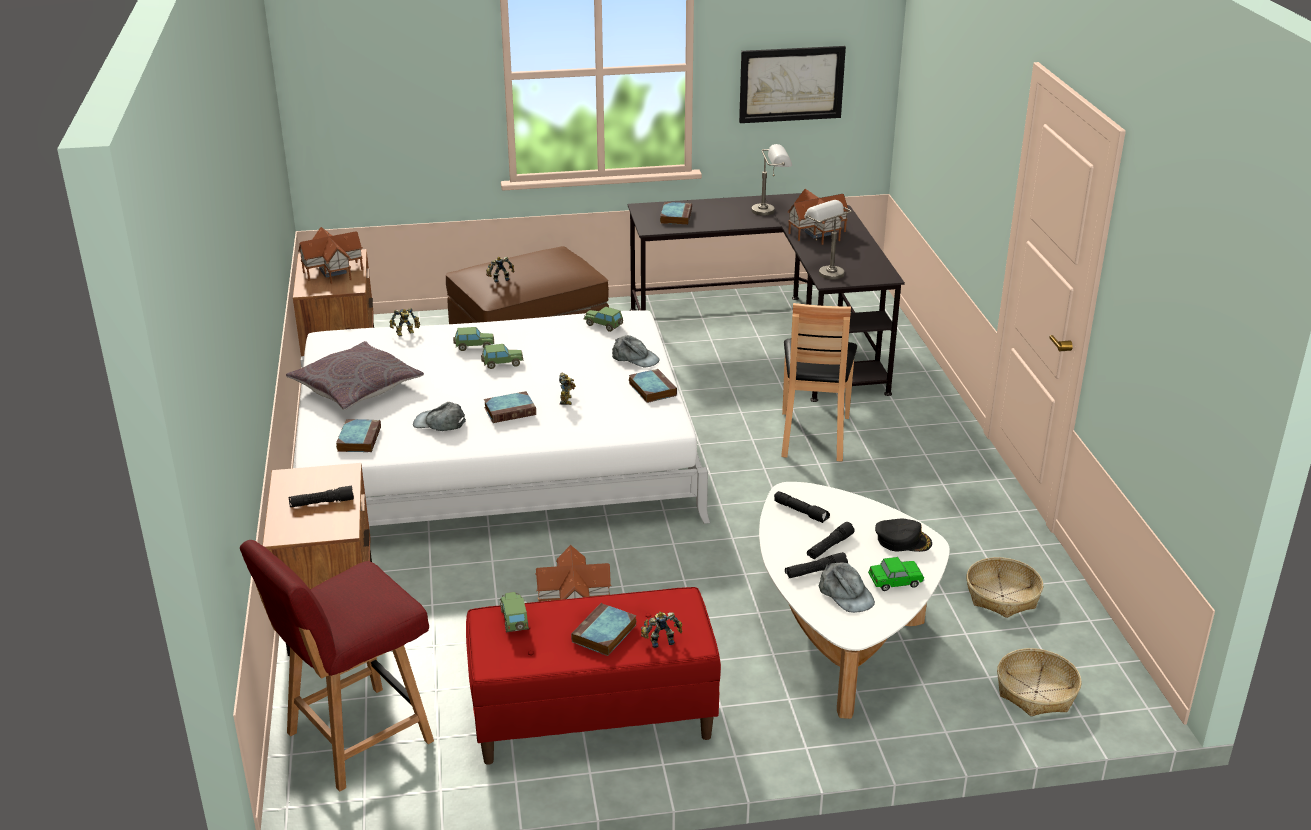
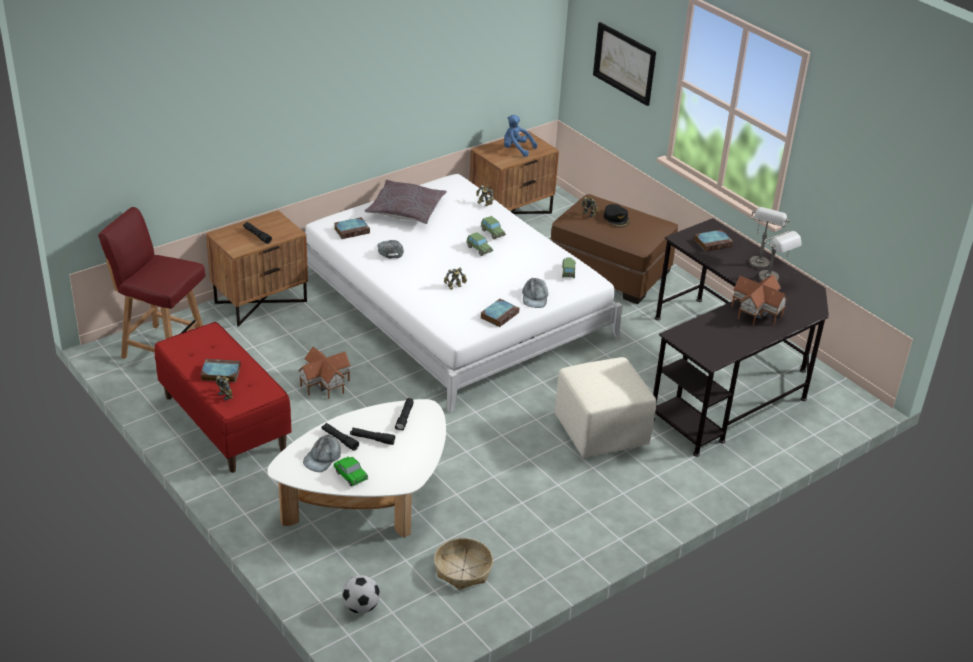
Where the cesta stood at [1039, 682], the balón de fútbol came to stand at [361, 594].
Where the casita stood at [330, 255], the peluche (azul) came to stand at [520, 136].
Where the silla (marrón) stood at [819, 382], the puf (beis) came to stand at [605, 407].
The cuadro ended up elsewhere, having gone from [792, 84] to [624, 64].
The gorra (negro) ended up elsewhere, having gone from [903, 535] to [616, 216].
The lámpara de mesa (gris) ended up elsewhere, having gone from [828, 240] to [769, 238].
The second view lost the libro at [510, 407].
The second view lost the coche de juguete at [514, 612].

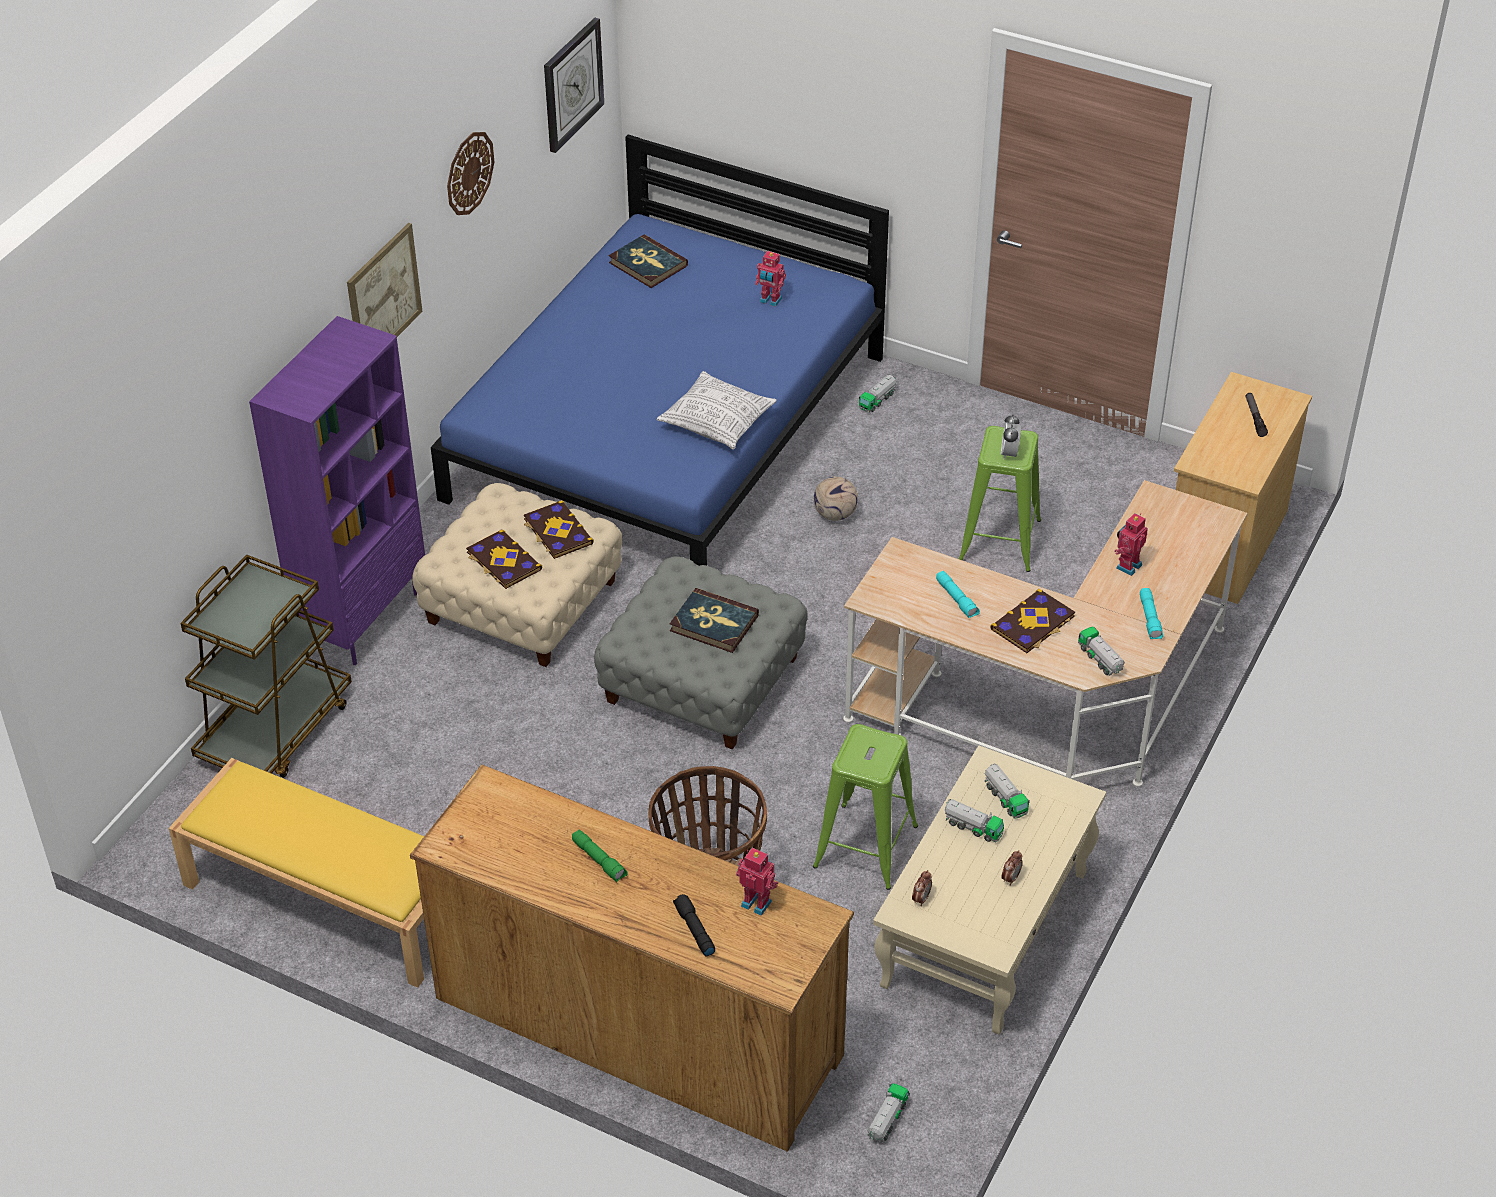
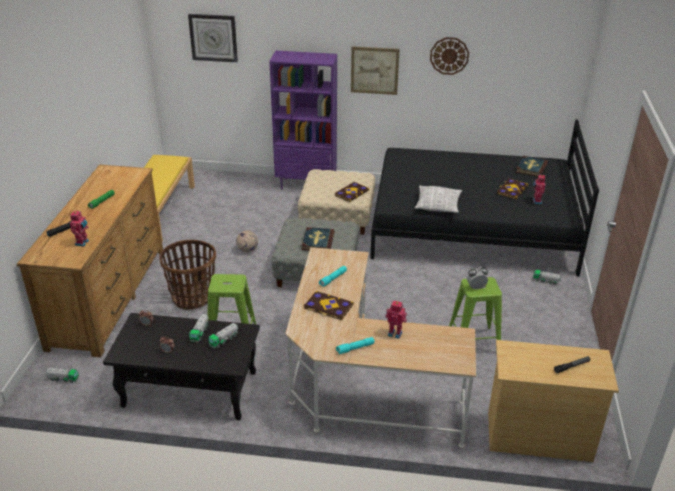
What was the mesa de centro (beis) at [989, 890] turned into the mesa de centro (negro) at [181, 366].
The reloj de pared ended up elsewhere, having gone from [574, 85] to [213, 38].
The balón de fútbol ended up elsewhere, having gone from [836, 498] to [247, 241].
What was the cama (azul) at [660, 350] turned into the cama (negro) at [484, 197].
The libro ended up elsewhere, having gone from [504, 559] to [512, 189].
The second view lost the carrito (marrón) at [266, 666].
The second view lost the camión de juguete at [1101, 651].

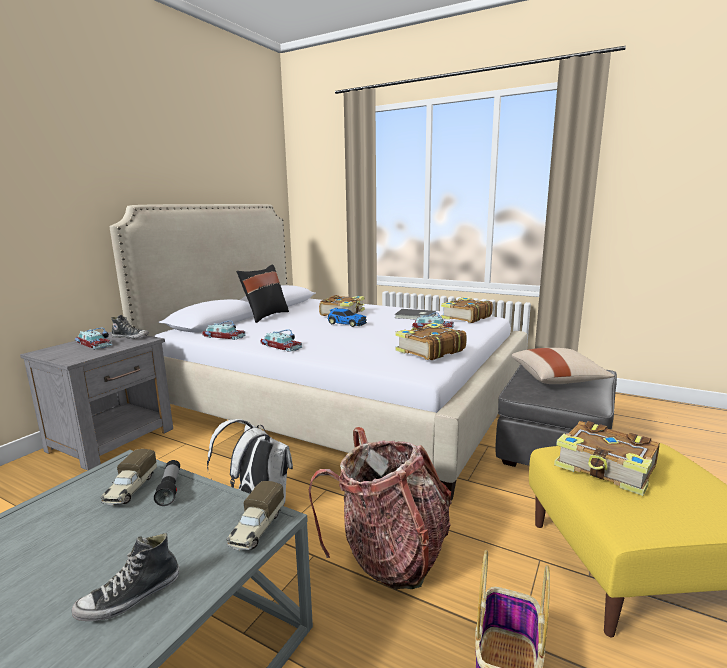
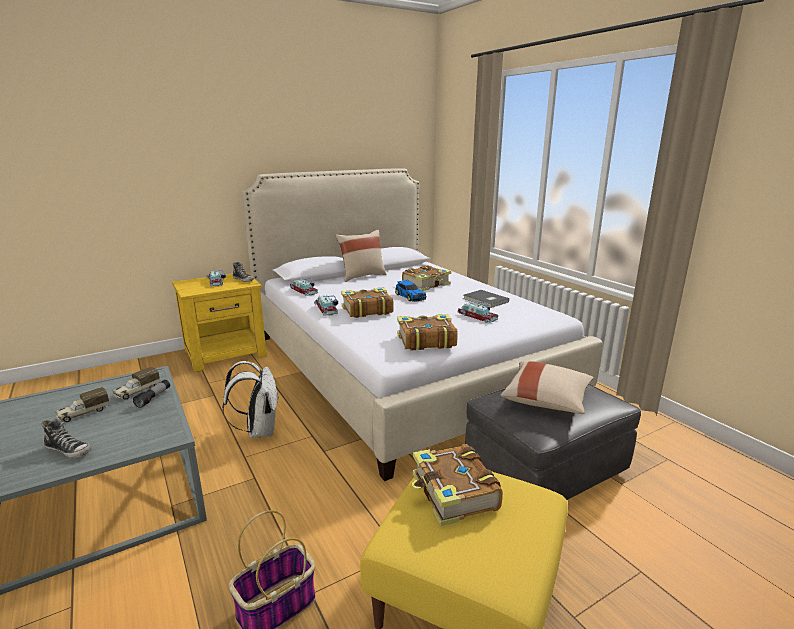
The zapato at [125, 577] ended up facing another way, 150 degrees counterclockwise from before.
The camión de juguete ended up elsewhere, having gone from [255, 515] to [82, 404].
What was the mesita de noche (gris) at [96, 401] turned into the mesita de noche (amarillo) at [219, 322].
What was the cojín (negro) at [262, 293] turned into the cojín (beis) at [360, 255].
The libro ended up elsewhere, having gone from [467, 310] to [367, 302].
The second view lost the mochila at [380, 508].

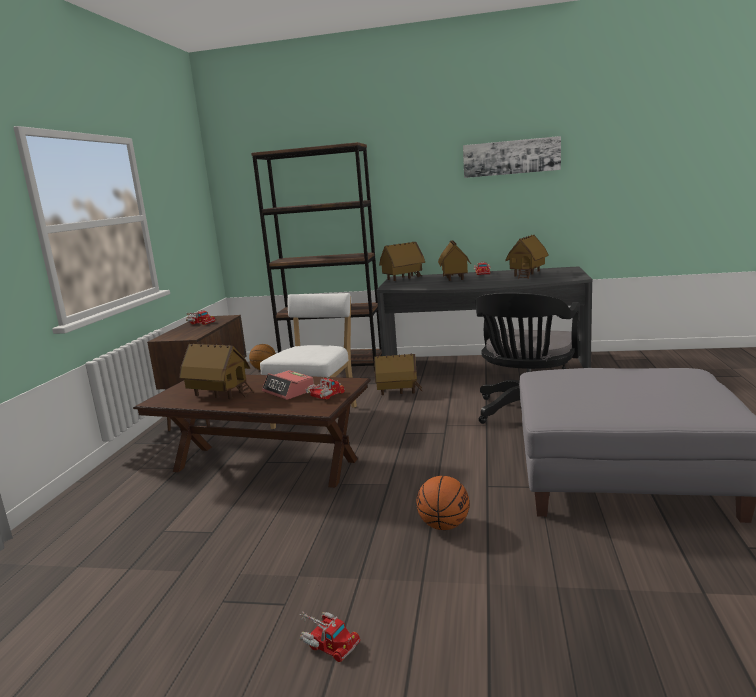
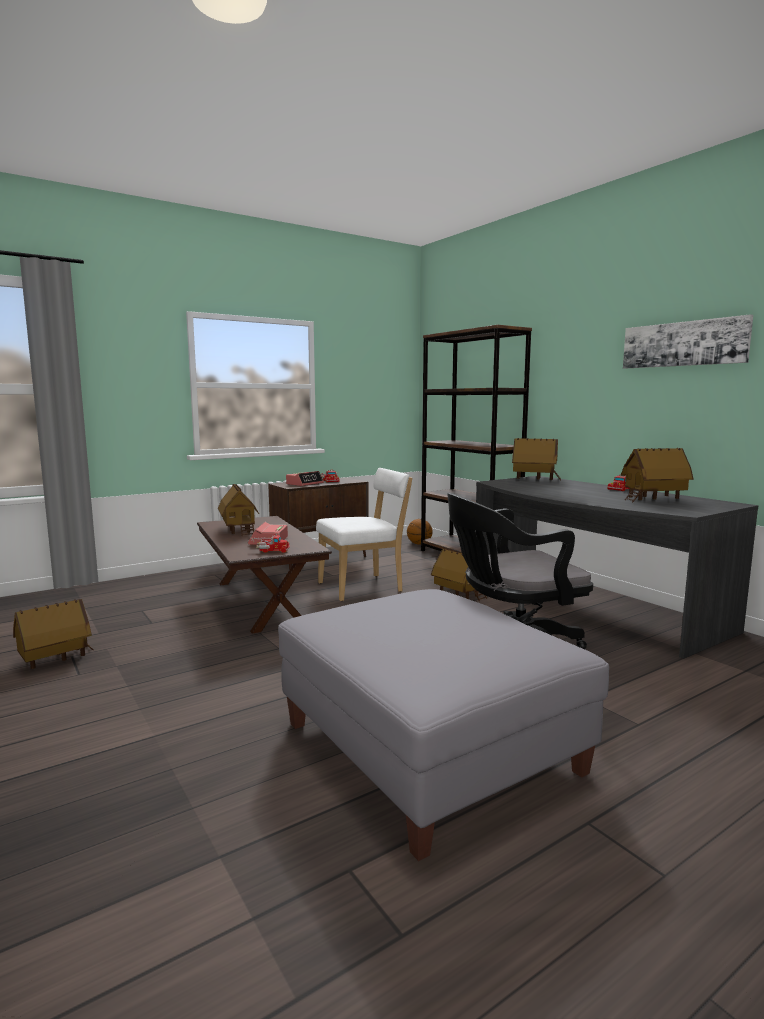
The casita ended up elsewhere, having gone from [454, 260] to [53, 634].
The second view gained the despertador at [305, 478].
The second view lost the camión de juguete at [330, 637].
The second view lost the balón de baloncesto at [443, 503].

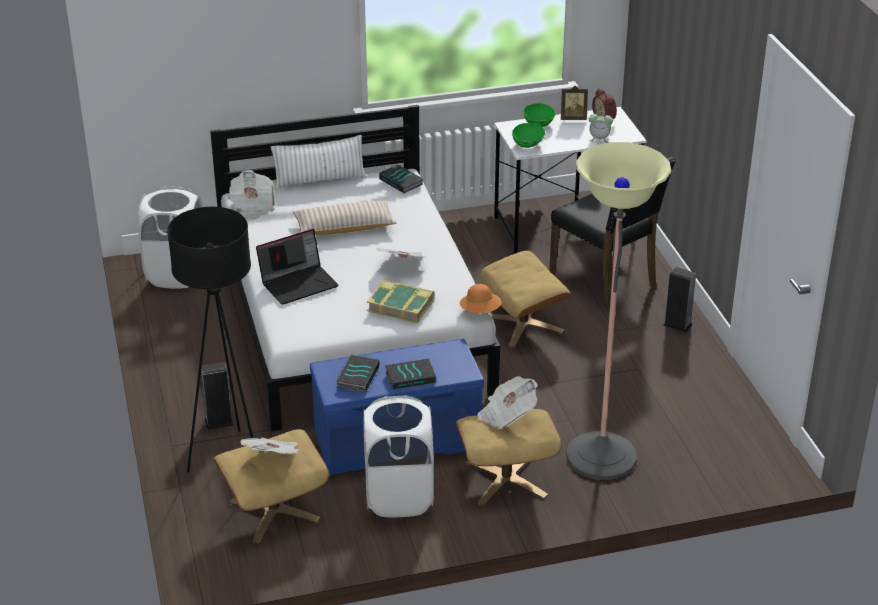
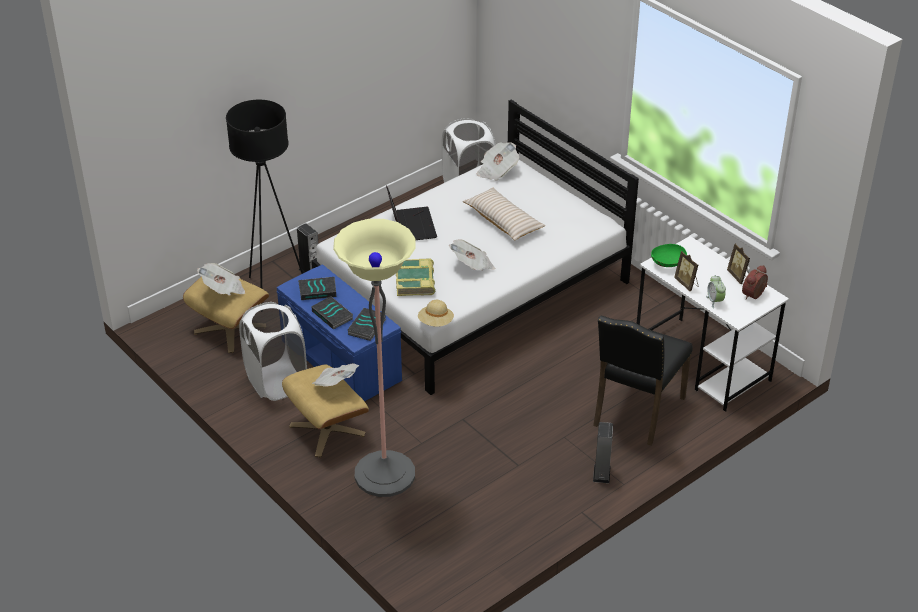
The libro ended up elsewhere, having gone from [401, 179] to [367, 324].
The portátil at [297, 267] ended up facing another way, 135 degrees counterclockwise from before.
What was the sombrero (naranja) at [481, 299] turned into the sombrero (beis) at [436, 313].
The second view gained the portarretratos at [686, 271].
The second view lost the cojín (blanco) at [318, 162].
The second view lost the puf (beis) at [525, 299].
The second view lost the cuenco (verde) at [540, 115].

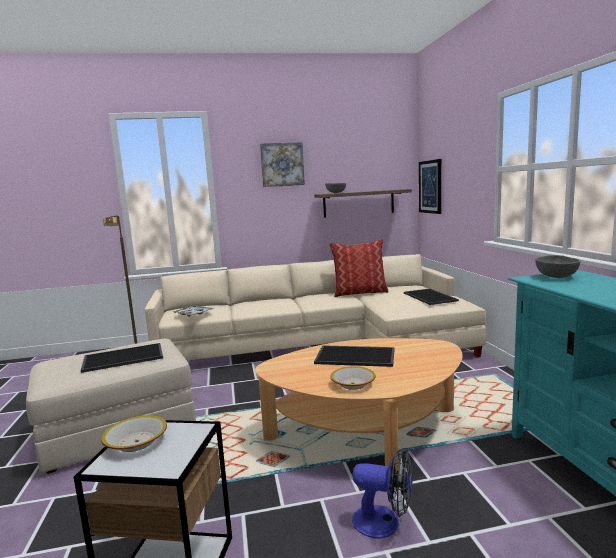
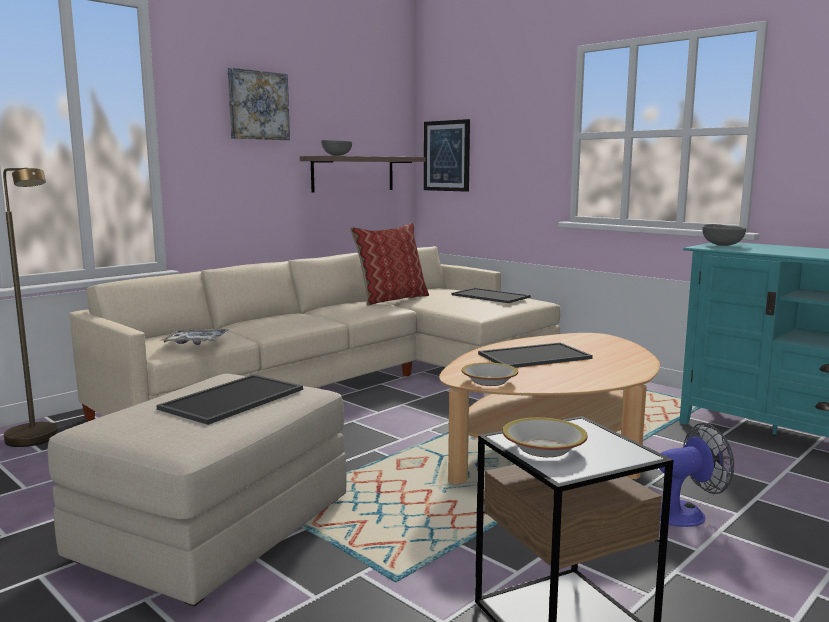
The cuenco ended up elsewhere, having gone from [353, 378] to [490, 374].

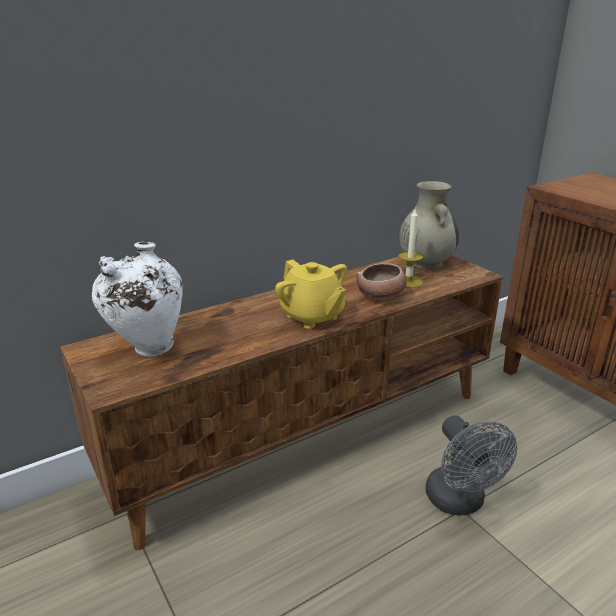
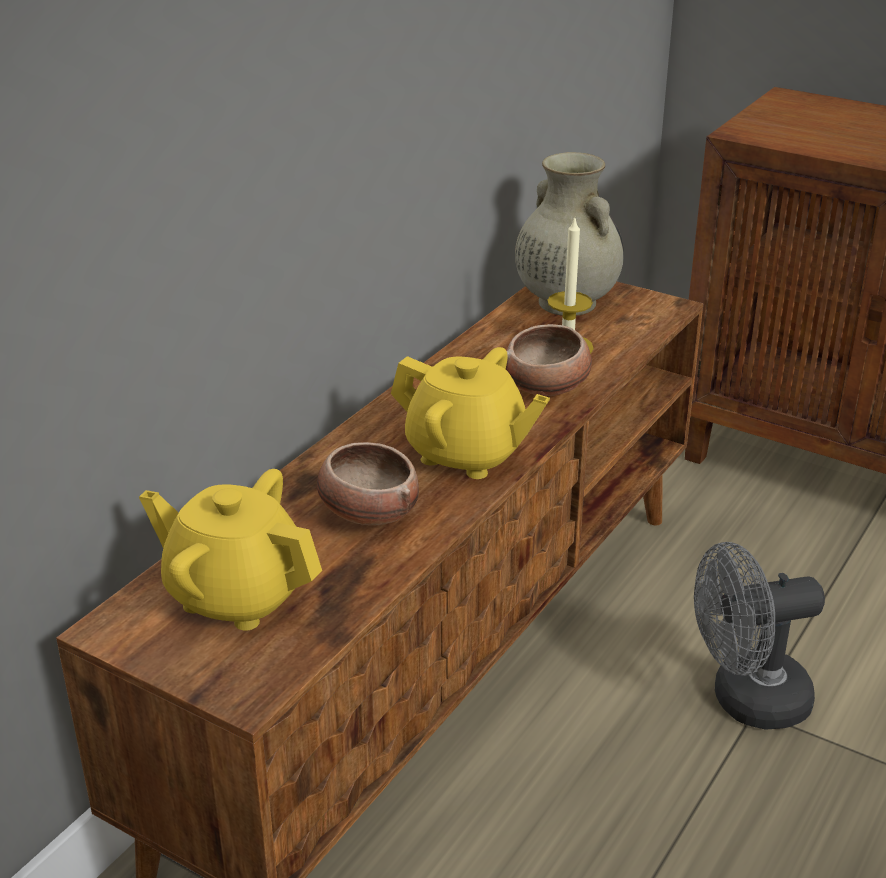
Where the florero (blanco) stood at [137, 299], the tetera (amarillo) came to stand at [230, 550].
The second view gained the cuenco at [368, 483].
The ventilador (gris) at [471, 466] ended up facing another way, 120 degrees clockwise from before.

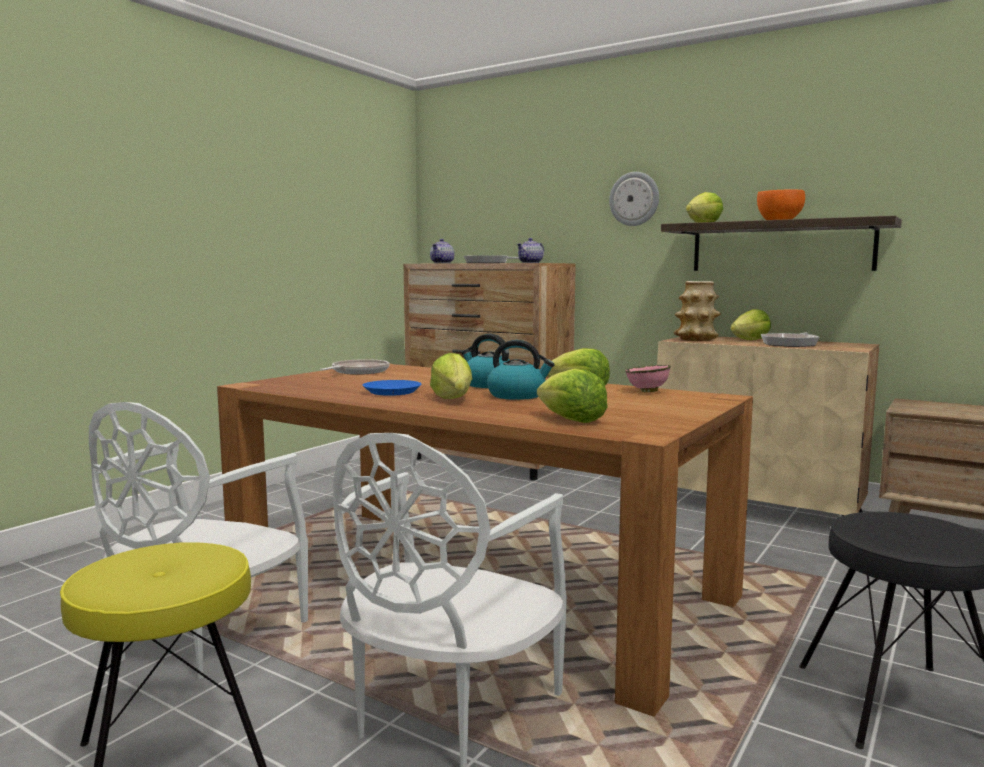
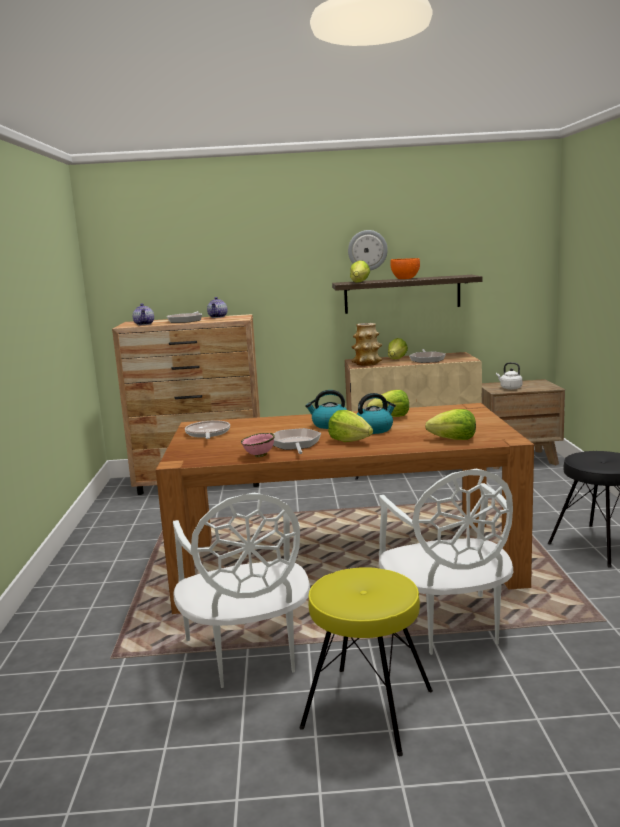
The cuenco (rosa) ended up elsewhere, having gone from [648, 378] to [258, 445].
Where the plato (azul) stood at [392, 388], the sartén came to stand at [297, 441].
The reloj de pared ended up elsewhere, having gone from [634, 199] to [368, 250].
The second view gained the hervidor (blanco) at [509, 376].

